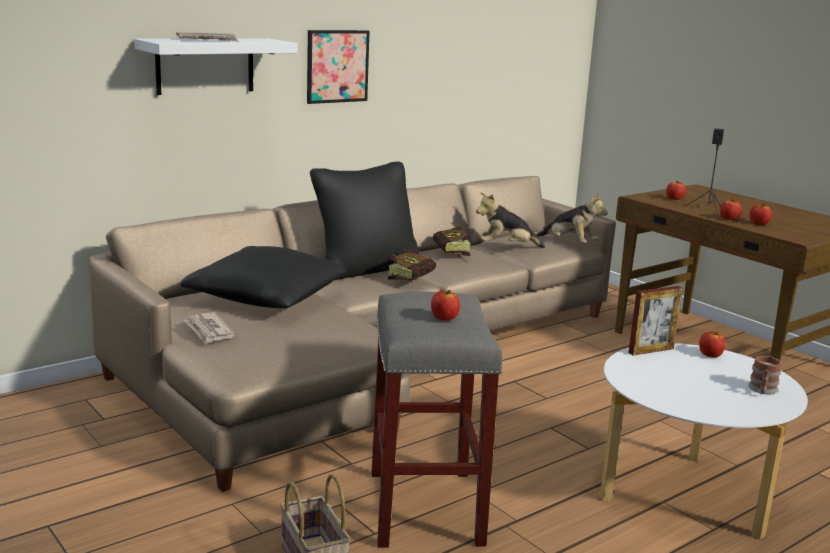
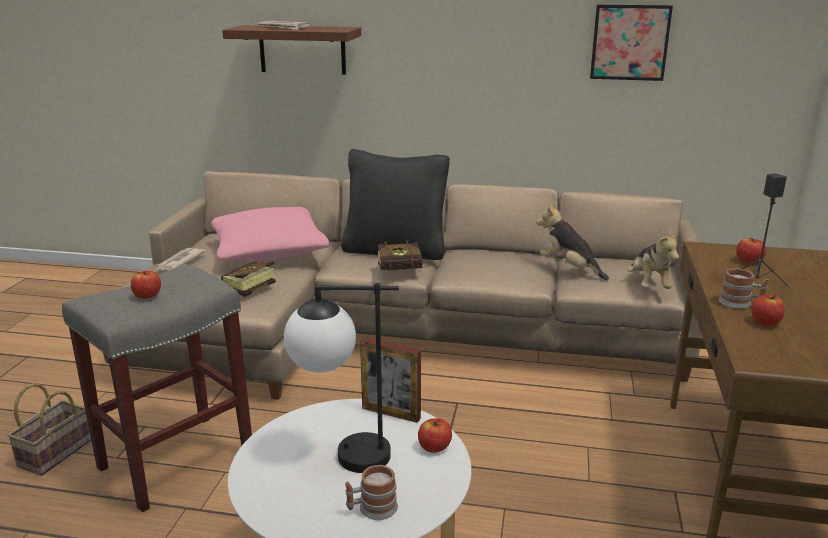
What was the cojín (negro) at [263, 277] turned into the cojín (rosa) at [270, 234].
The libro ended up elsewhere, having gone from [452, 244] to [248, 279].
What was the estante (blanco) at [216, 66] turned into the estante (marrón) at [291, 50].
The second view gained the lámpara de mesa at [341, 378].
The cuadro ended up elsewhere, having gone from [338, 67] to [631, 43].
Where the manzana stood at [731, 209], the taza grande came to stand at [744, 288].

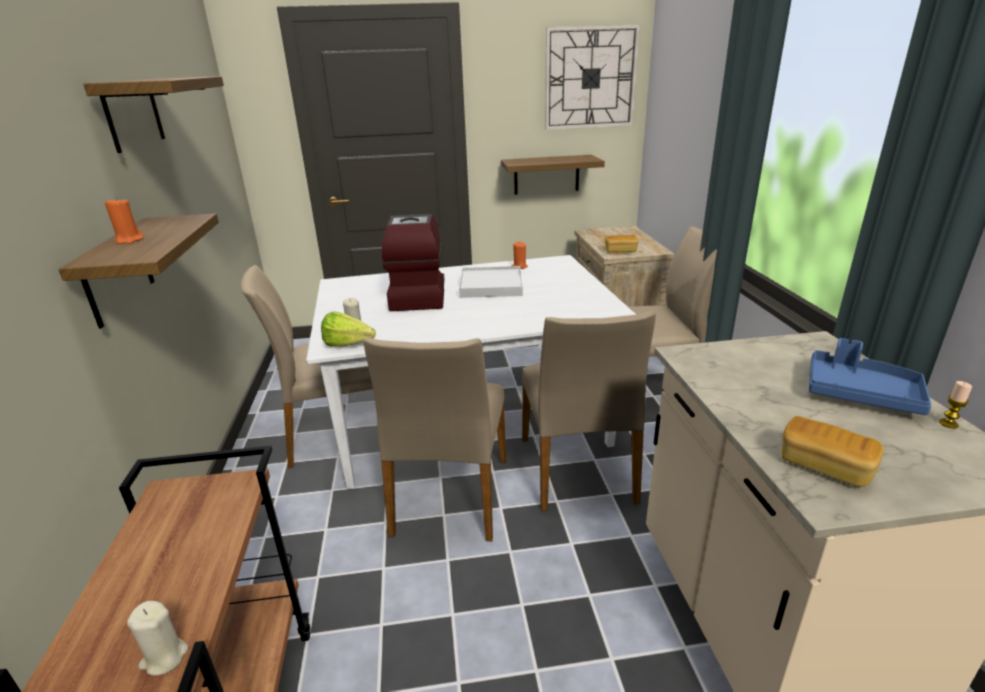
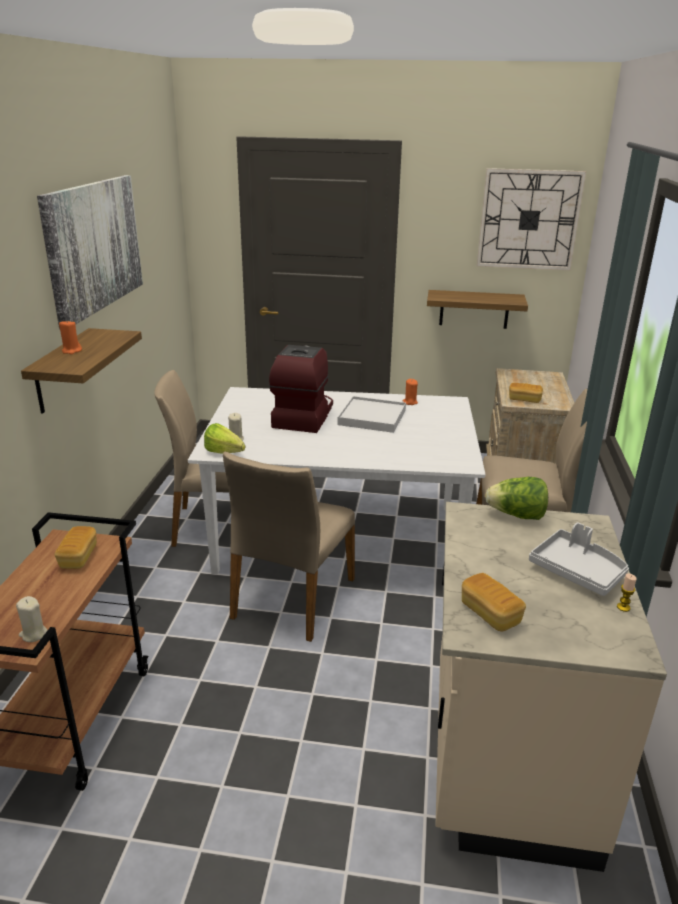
Where the estante hung at [153, 114], the cuadro came to hang at [90, 252].
The second view gained the pan at [75, 547].
The second view gained the lechuga at [516, 498].
What was the bandeja (azul) at [870, 376] turned into the bandeja (gris) at [579, 559].
The second view lost the silla (beis) at [589, 411].

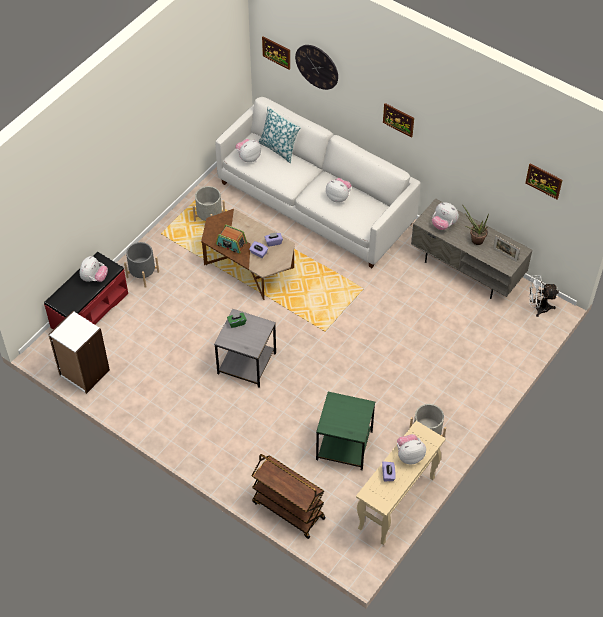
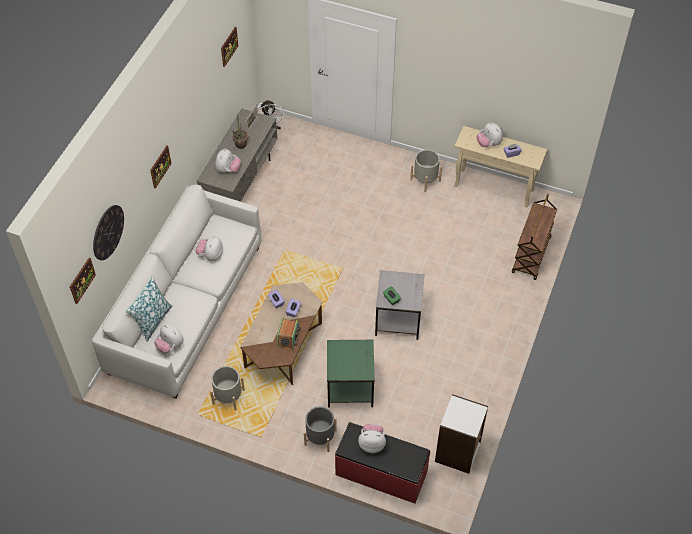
The mesa auxiliar (verde) ended up elsewhere, having gone from [345, 431] to [351, 374].

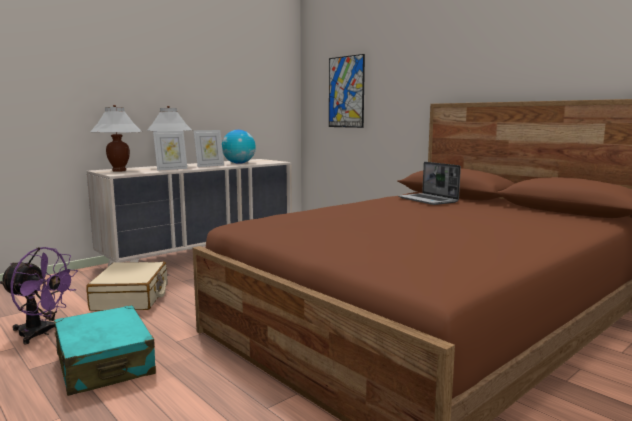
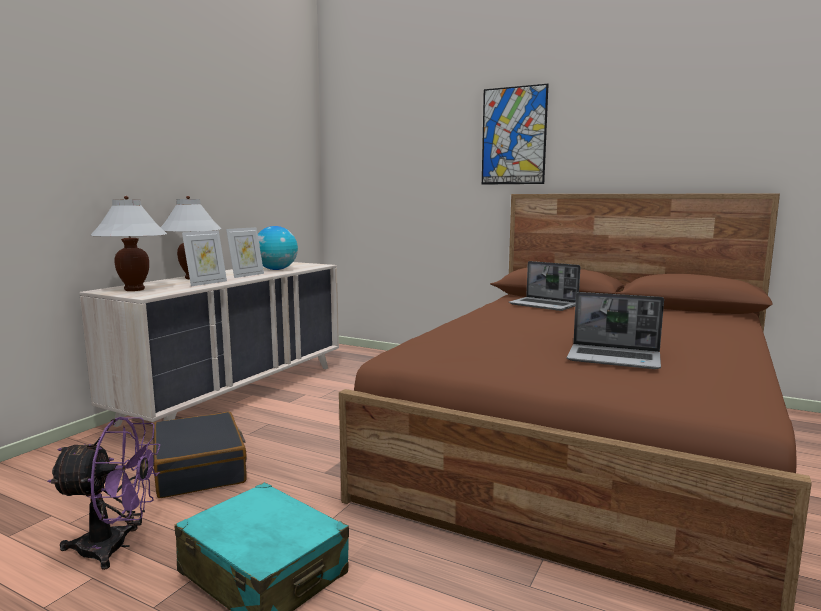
What was the maleta (beis) at [126, 286] turned into the maleta (negro) at [200, 455].
The cuadro ended up elsewhere, having gone from [347, 91] to [515, 134].
The second view gained the portátil at [615, 330].

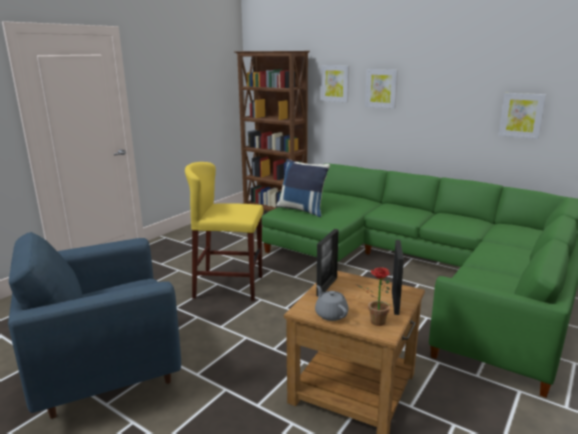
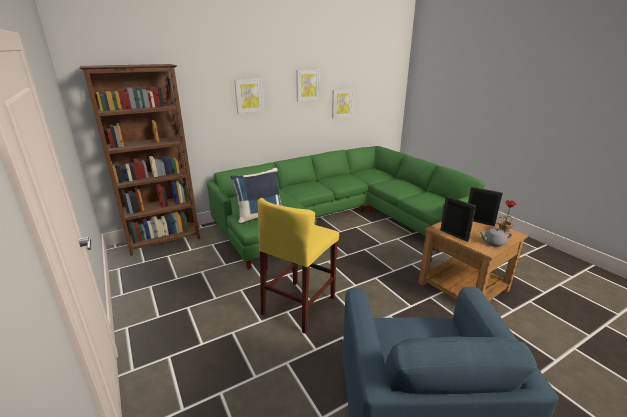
The cuadro ended up elsewhere, having gone from [335, 83] to [308, 85].

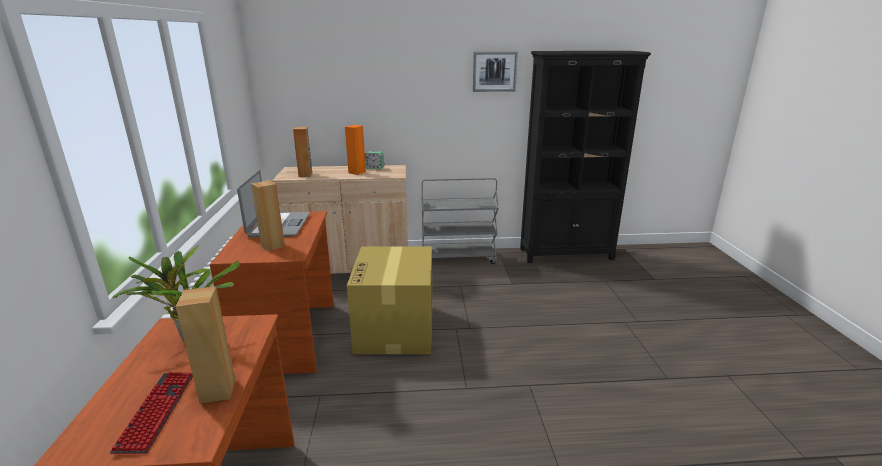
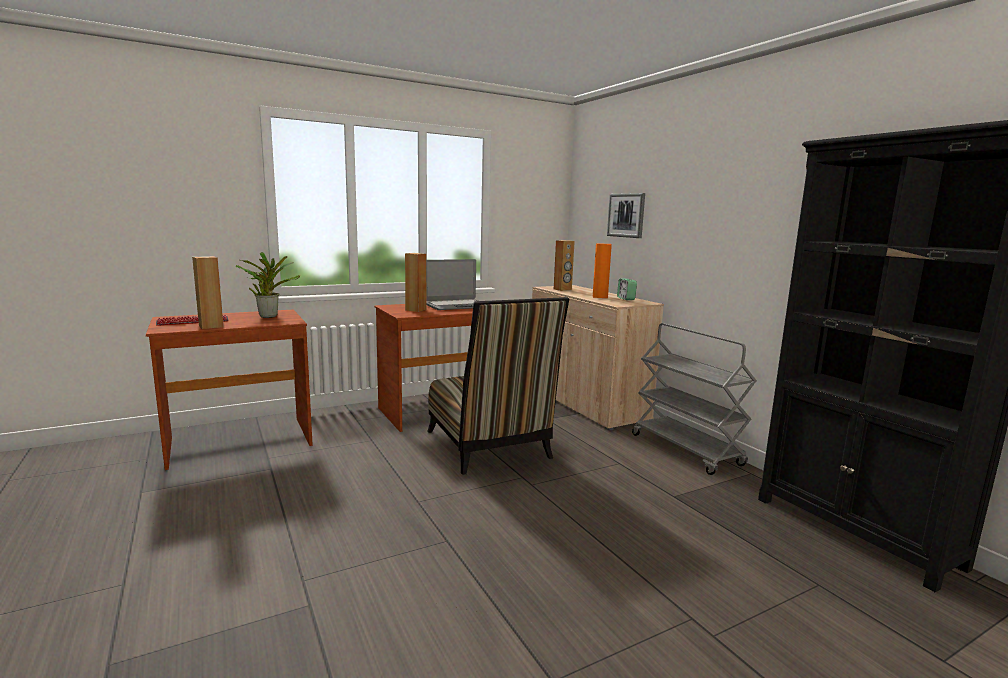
Where the caja de cartón stood at [389, 300], the silla came to stand at [498, 386].
The cuadro ended up elsewhere, having gone from [495, 72] to [626, 215].

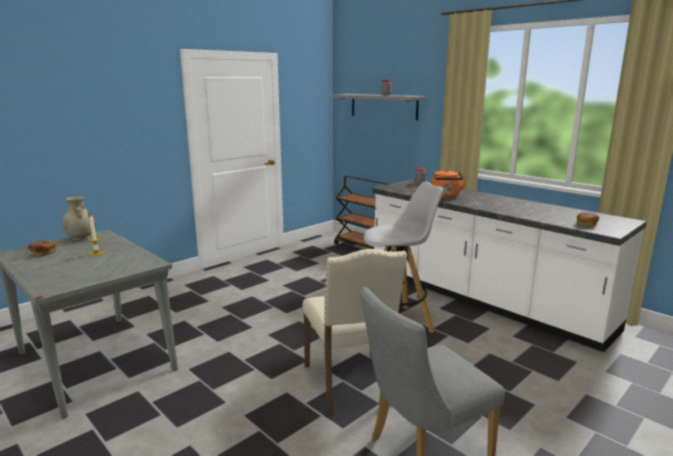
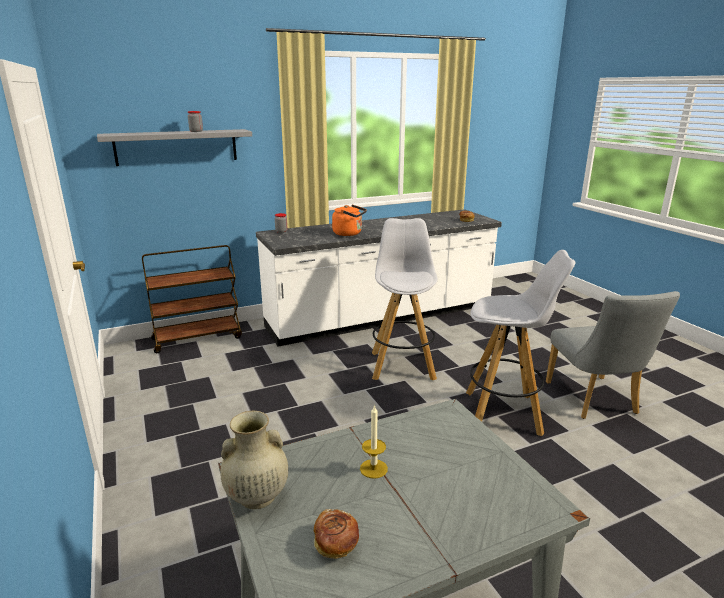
Where the silla (beis) stood at [355, 332], the taburete (blanco) came to stand at [521, 343].

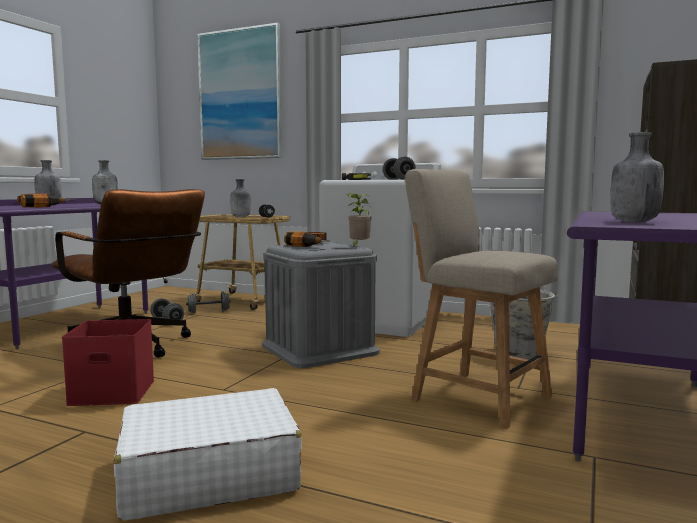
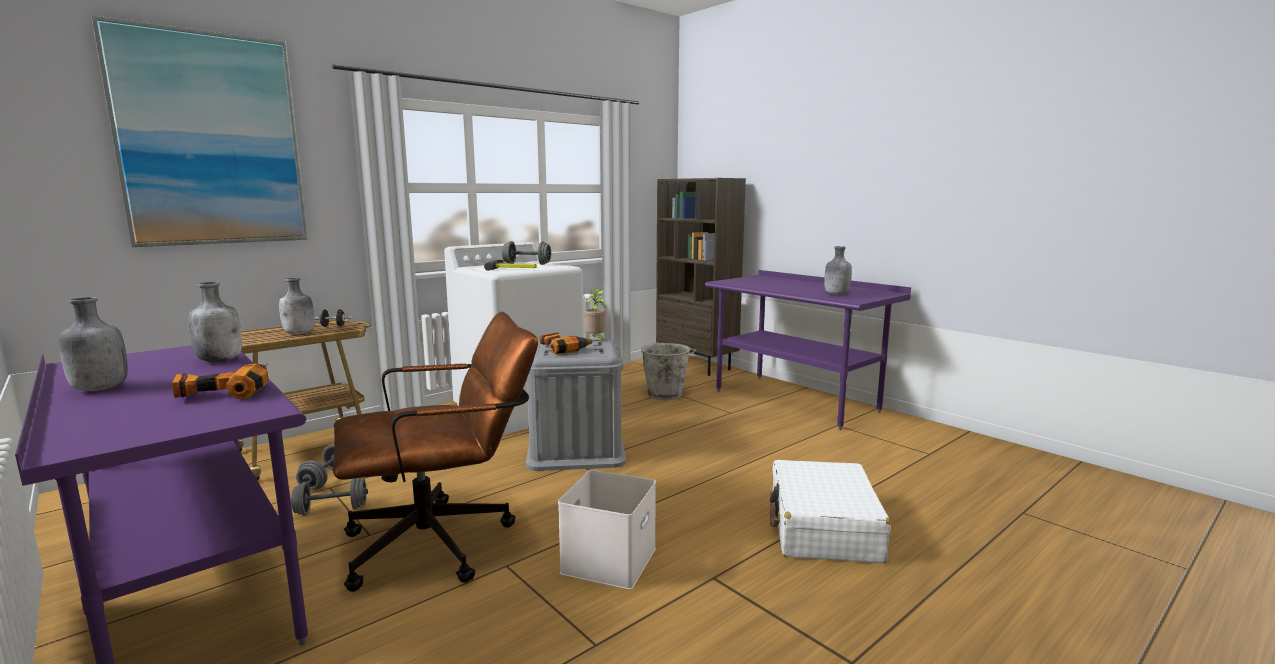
What was the caja de almacenaje (rojo) at [108, 362] turned into the caja de almacenaje (blanco) at [607, 530].
The second view lost the silla (beis) at [481, 299].

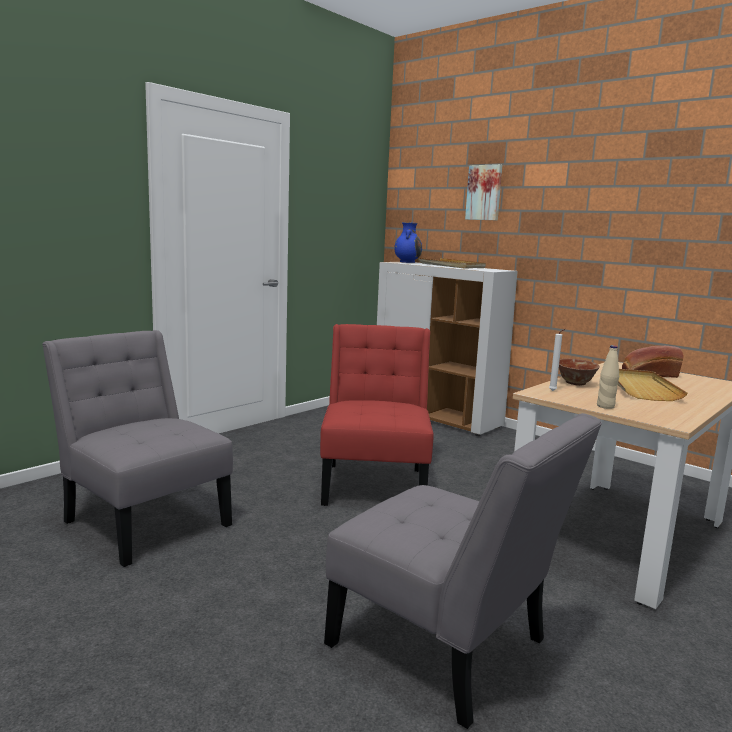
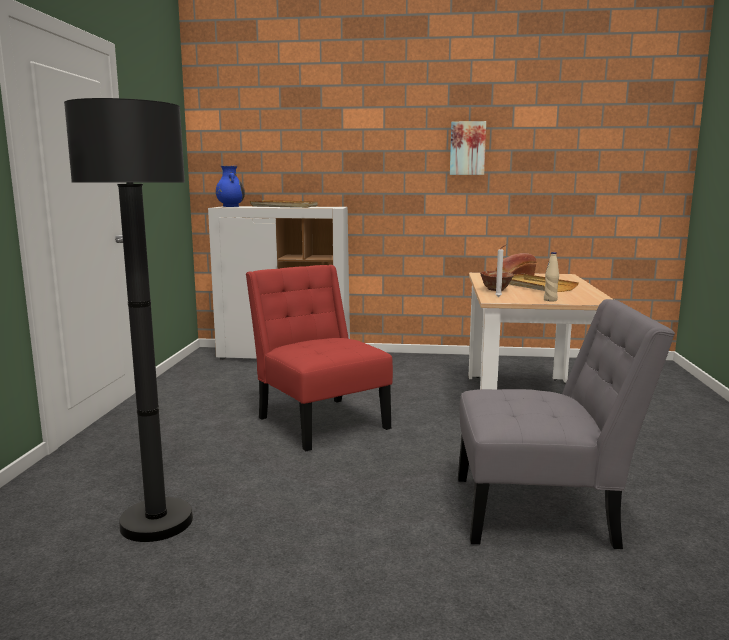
Where the silla (gris) stood at [137, 448], the lámpara de pie (negro) came to stand at [128, 320].
The cuadro ended up elsewhere, having gone from [483, 192] to [468, 148].

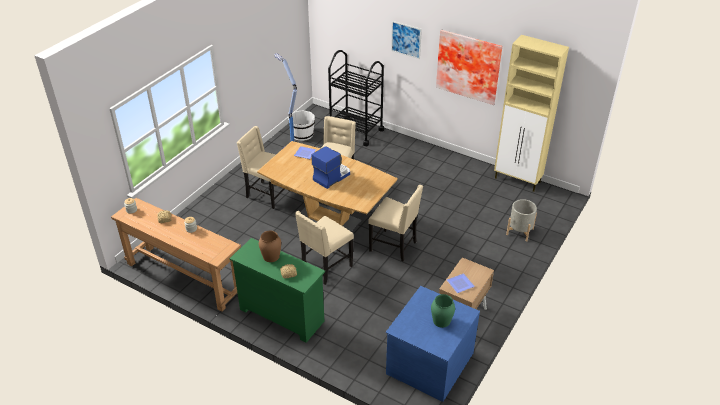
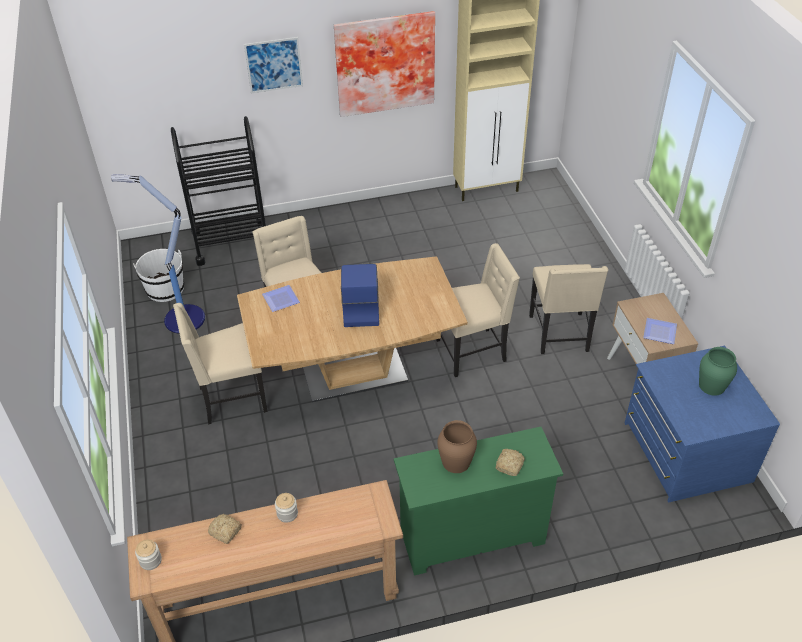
The silla (beis) ended up elsewhere, having gone from [324, 248] to [568, 309].
The second view lost the maceta (gris) at [521, 220].

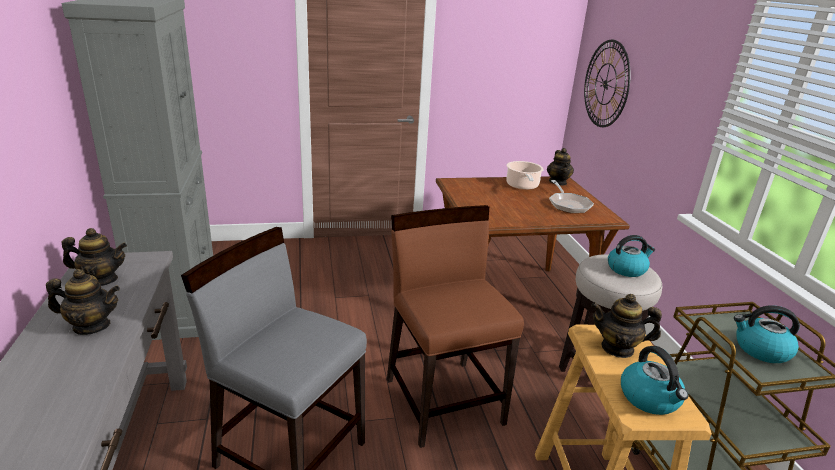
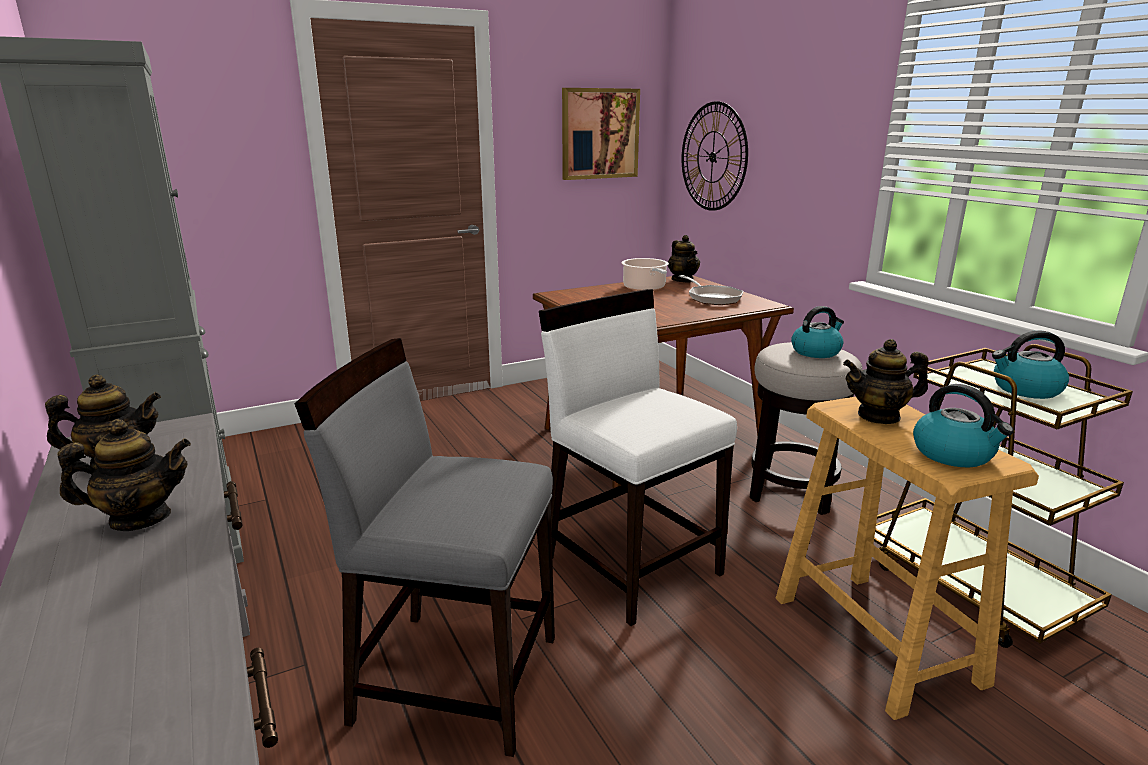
What was the silla (marrón) at [455, 326] turned into the silla (blanco) at [638, 457].
The second view gained the cuadro at [601, 134].

